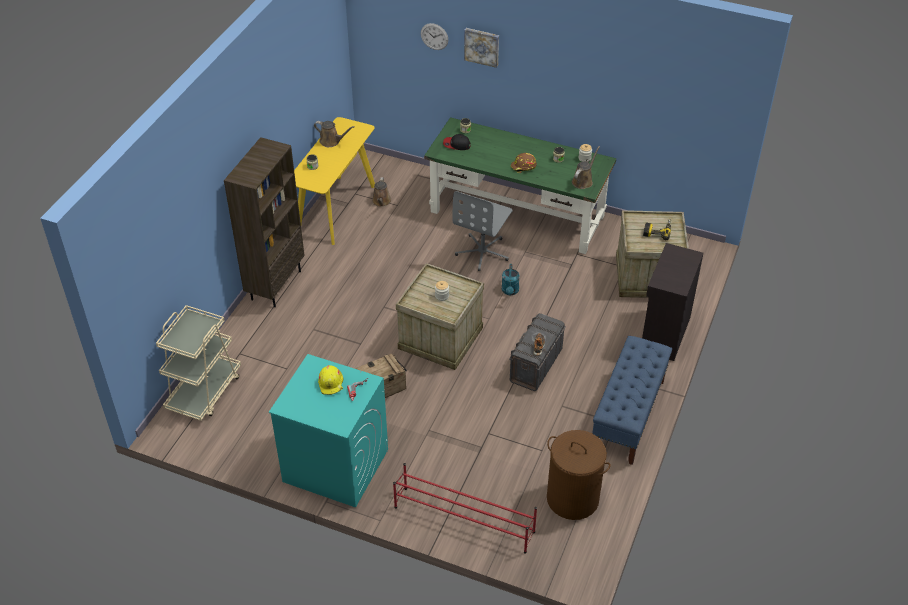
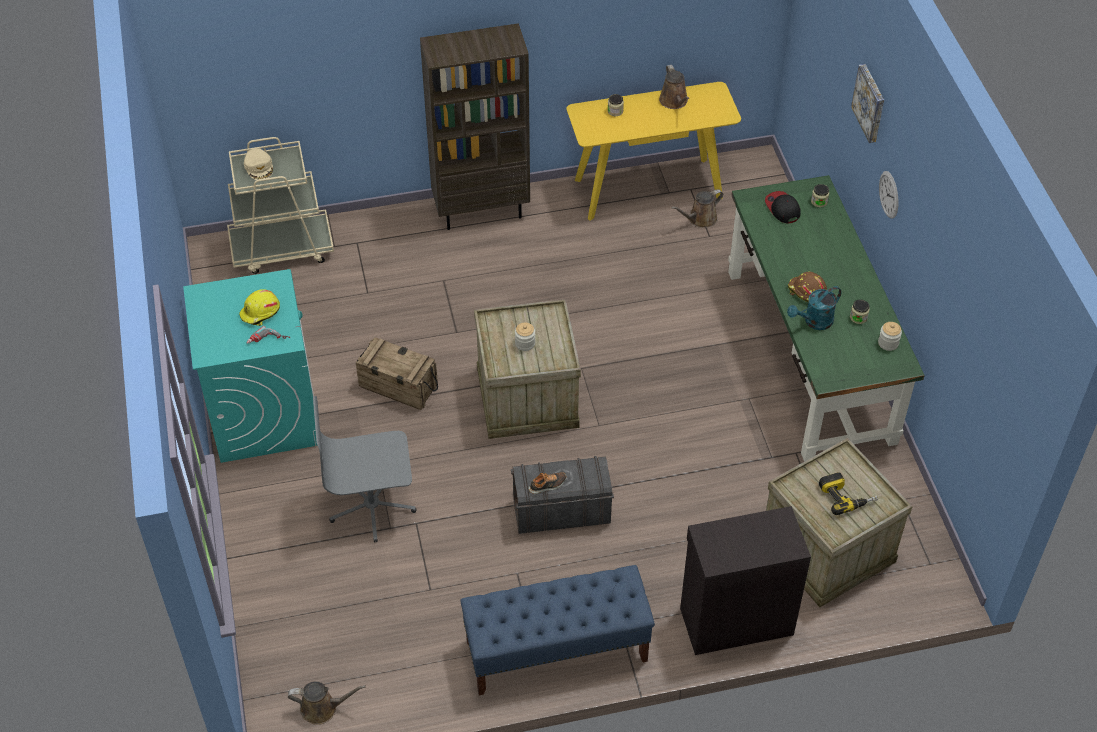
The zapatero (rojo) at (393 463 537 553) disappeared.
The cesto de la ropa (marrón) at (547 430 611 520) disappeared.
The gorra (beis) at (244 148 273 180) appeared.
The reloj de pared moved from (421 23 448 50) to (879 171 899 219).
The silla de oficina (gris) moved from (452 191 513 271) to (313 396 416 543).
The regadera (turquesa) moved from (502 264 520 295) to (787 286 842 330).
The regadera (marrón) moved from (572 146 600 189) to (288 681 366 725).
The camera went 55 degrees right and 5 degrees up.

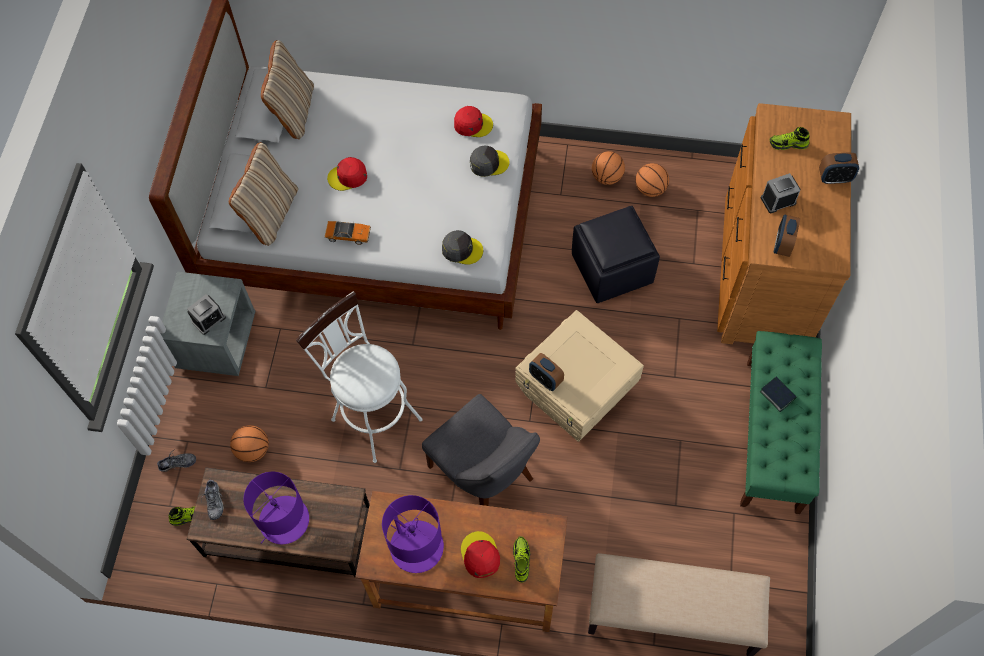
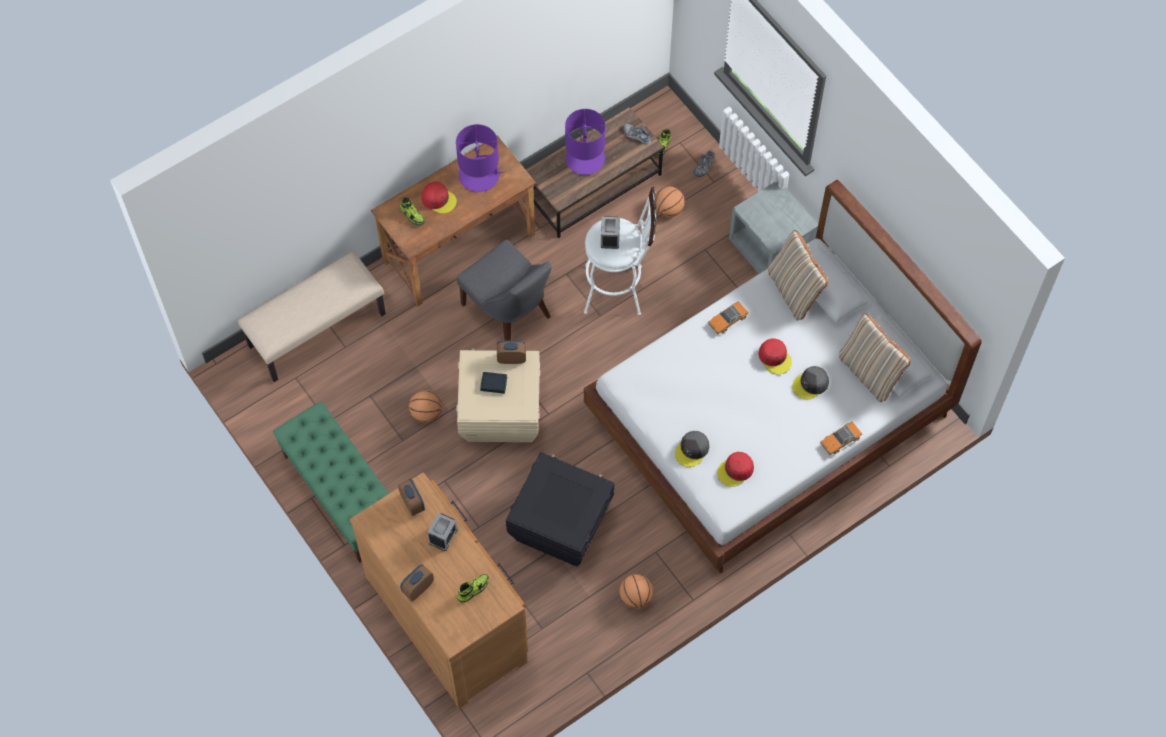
The coche de juguete at (820 421 862 455) appeared.
The despertador moved from (187 294 226 335) to (601 216 620 249).
The gorra (gris) moved from (442 230 483 265) to (792 366 829 399).
The balón de baloncesto moved from (636 163 669 197) to (409 390 442 422).
The libro moved from (760 377 797 412) to (480 372 507 394).
The puf (negro) at (572 206 660 303) was replaced by the caja de almacenaje (negro) at (506 452 614 567).
The gorra (rojo) at (327 157 367 191) turned 120 degrees clockwise.
The silla (gris) at (422 394 540 506) turned 135 degrees counterclockwise.
The camera went 135 degrees right and 0 degrees up.

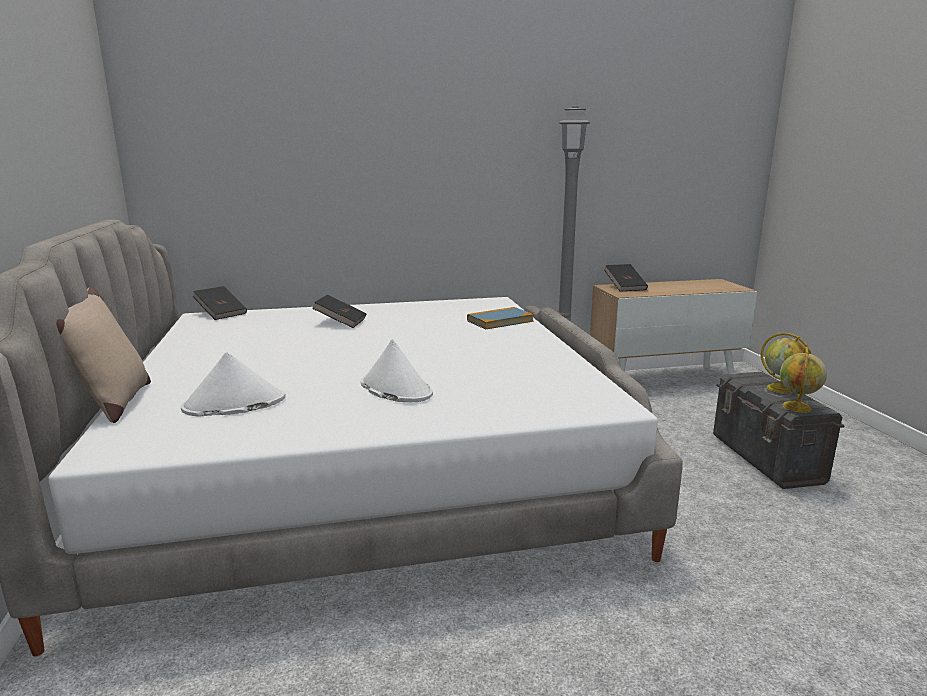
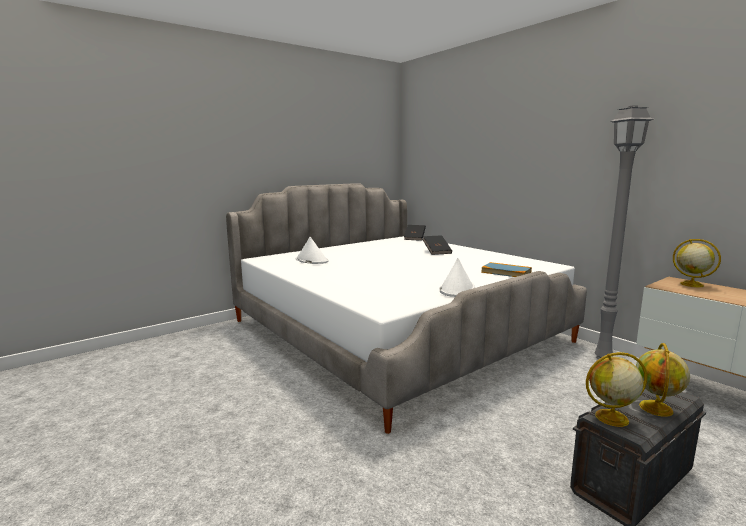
The cojín (beis) at (56 287 151 423) disappeared.
The sombrero (blanco) moved from (361 339 433 402) to (439 258 475 297).
The libro (negro) at (604 264 648 292) was replaced by the globo terráqueo at (673 239 721 287).
The camera went 65 degrees right and 5 degrees down.

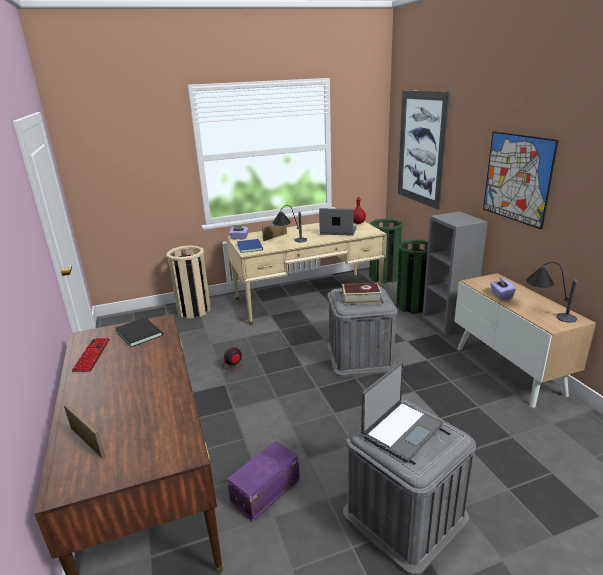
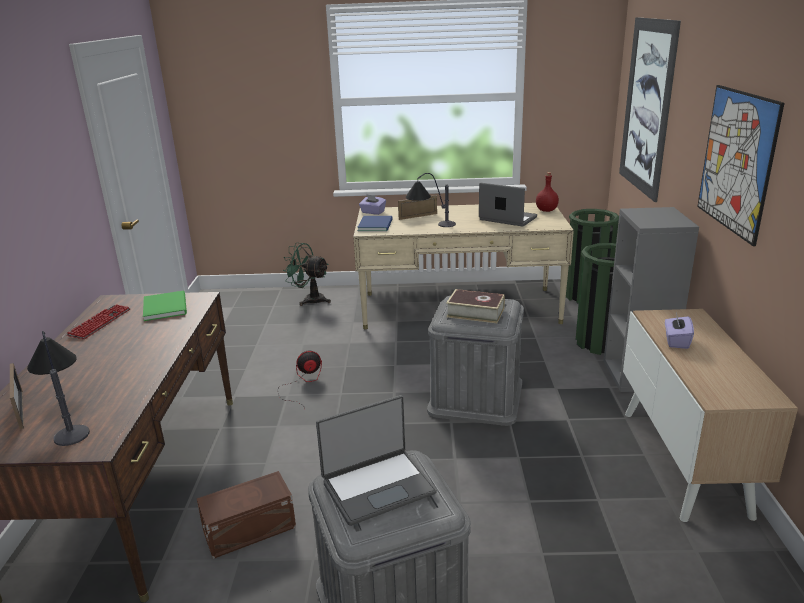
The lámpara de mesa moved from (526 262 577 323) to (27 331 90 446).
The papelera (beis) at (167 245 211 318) was replaced by the ventilador (verde) at (283 242 331 306).
The libro (negro) at (115 317 163 347) became the libro (verde) at (143 291 187 321).
The caja de almacenaje (morado) at (227 441 300 521) became the caja de almacenaje (marrón) at (197 471 296 559).
The camera went 20 degrees right and 0 degrees up.

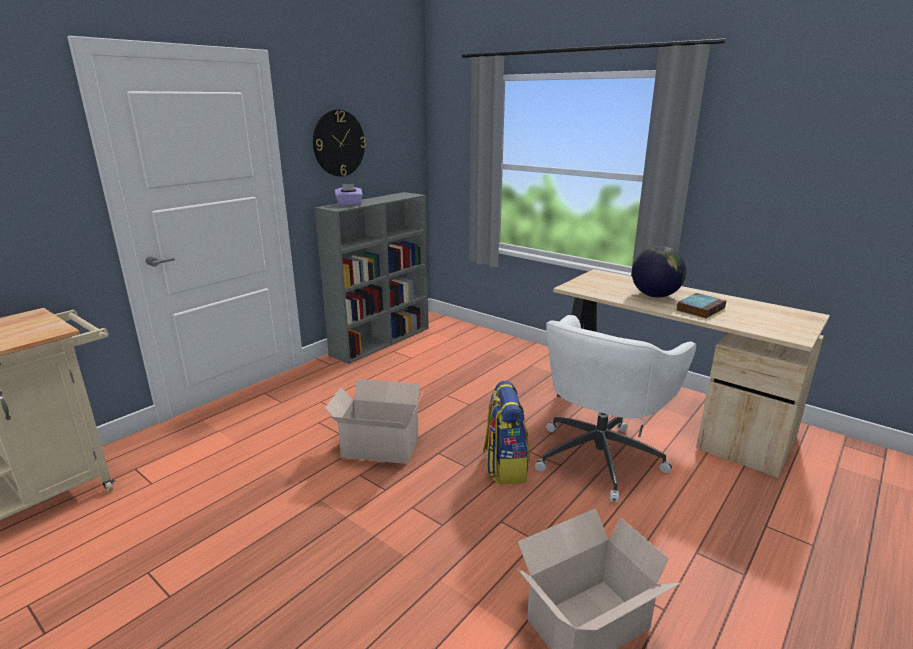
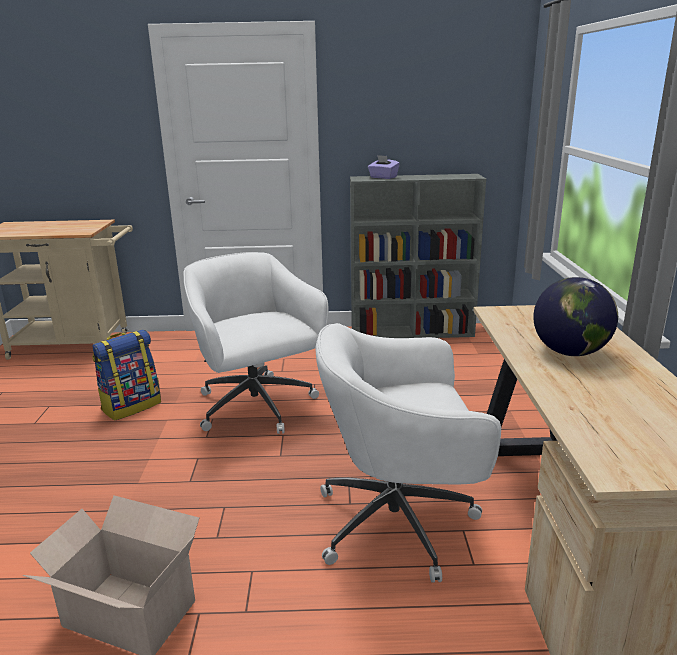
The reloj de pared at (313 109 366 177) disappeared.
The libro at (676 293 726 318) disappeared.
The mochila moved from (483 381 530 484) to (92 330 161 420).
The caja de cartón at (325 379 424 464) was replaced by the silla de oficina (blanco) at (183 252 329 434).
The camera went 50 degrees right and 0 degrees up.

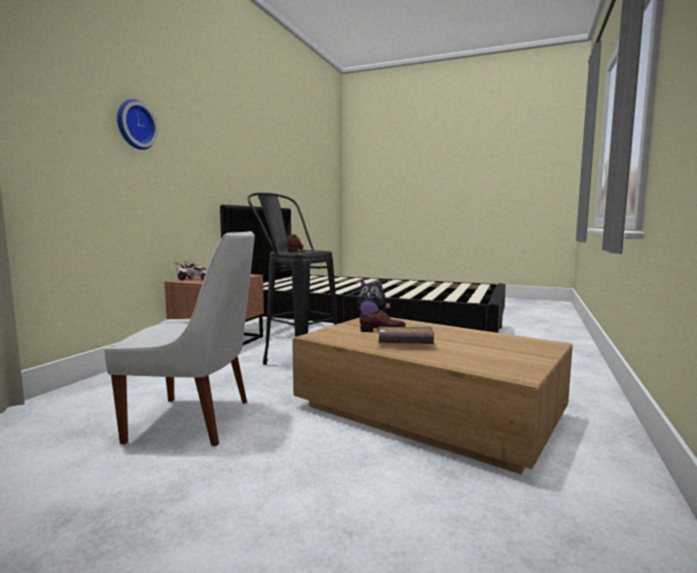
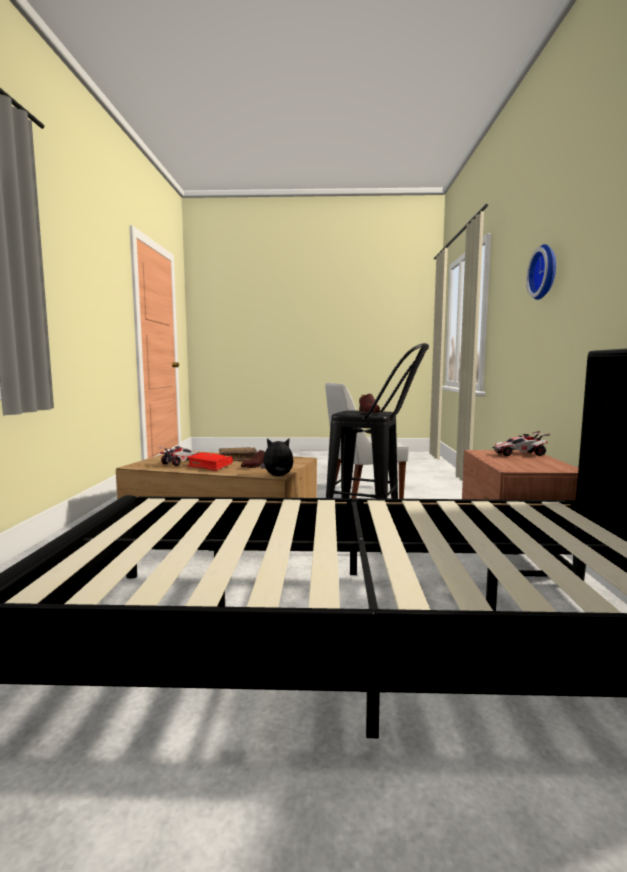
The coche de juguete at (159 446 199 466) appeared.
The libro (rojo) at (186 452 233 471) appeared.
The camera went 160 degrees right and 0 degrees up.

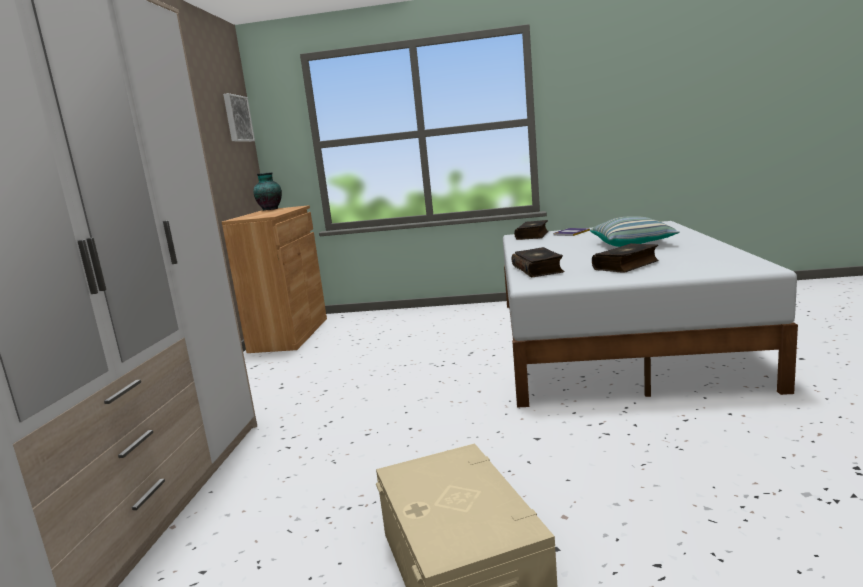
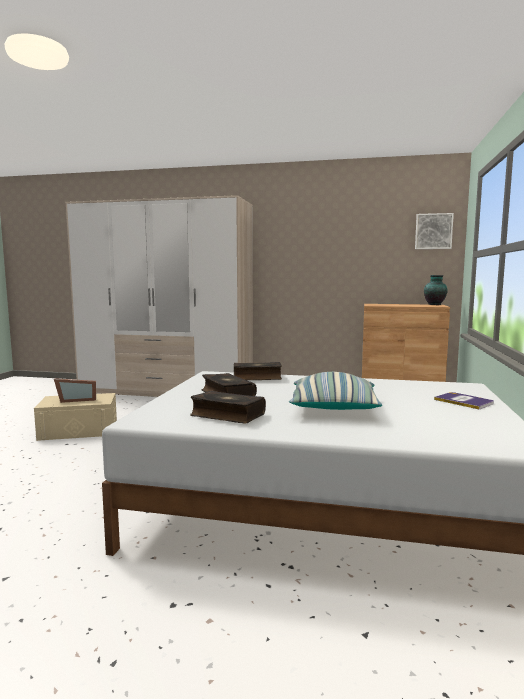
The portarretratos at (54 378 96 403) appeared.
The libro moved from (514 220 548 240) to (190 391 266 424).
The camera went 95 degrees right and 5 degrees down.

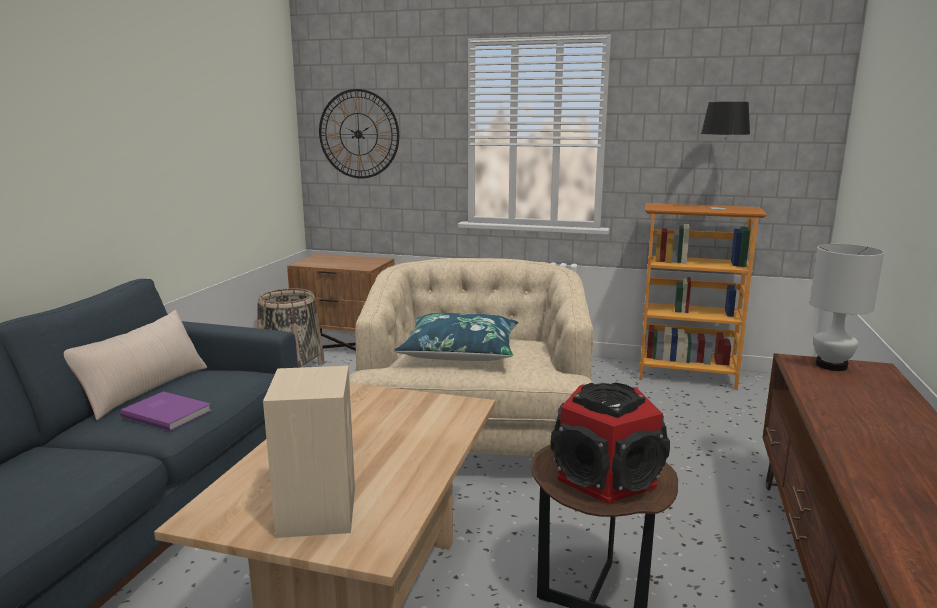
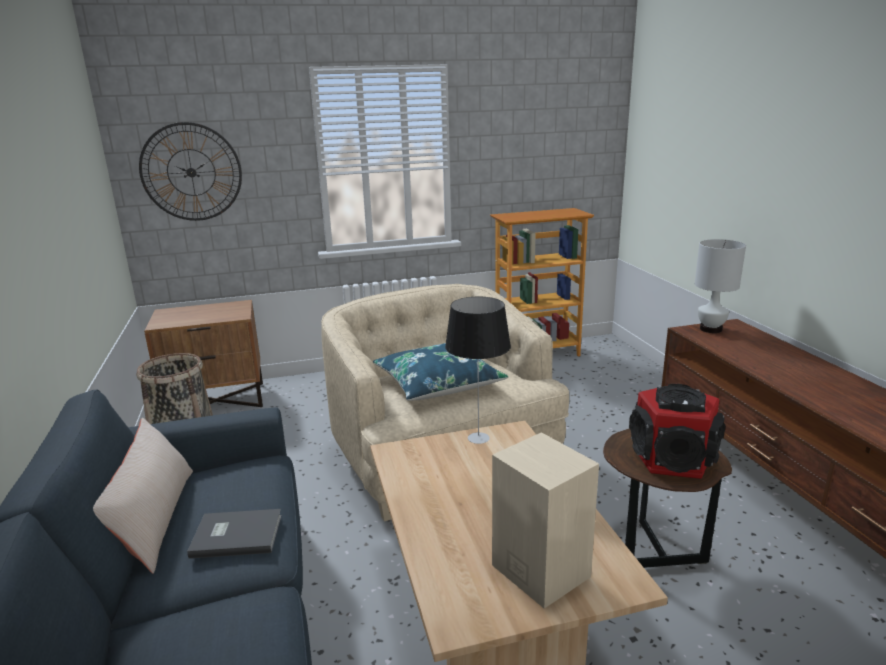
The lámpara de mesa moved from (701 102 750 210) to (445 297 511 444).
The libro (morado) at (120 391 212 431) became the libro (gris) at (187 509 282 559).
The camera went 30 degrees left and 5 degrees up.

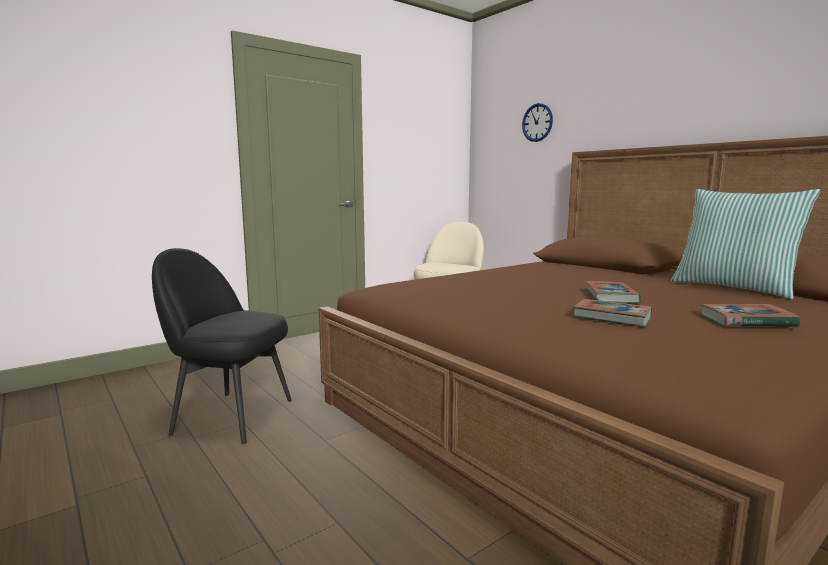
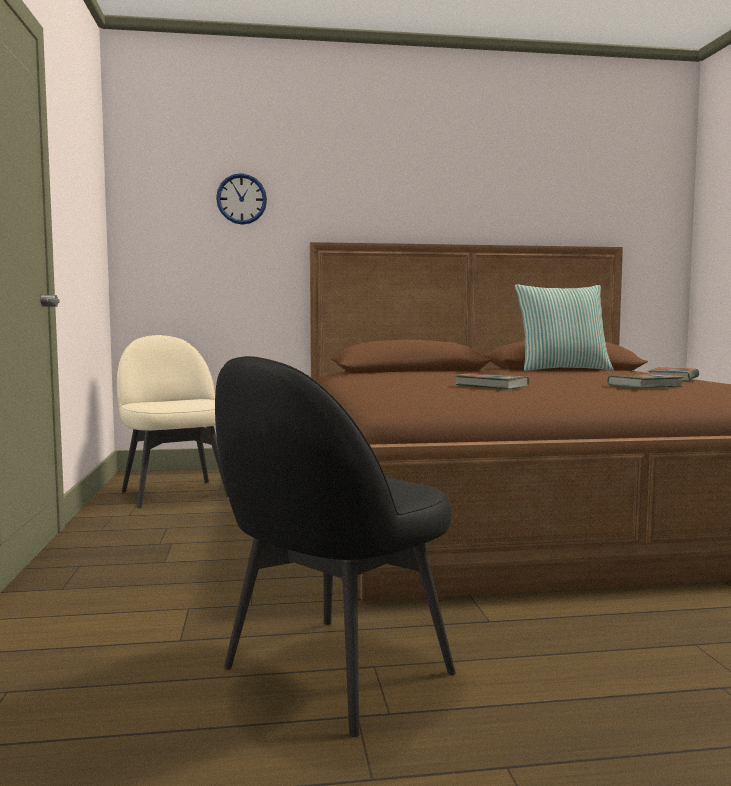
The libro moved from (586 281 641 303) to (455 373 529 389).
The camera went 60 degrees left and 5 degrees down.

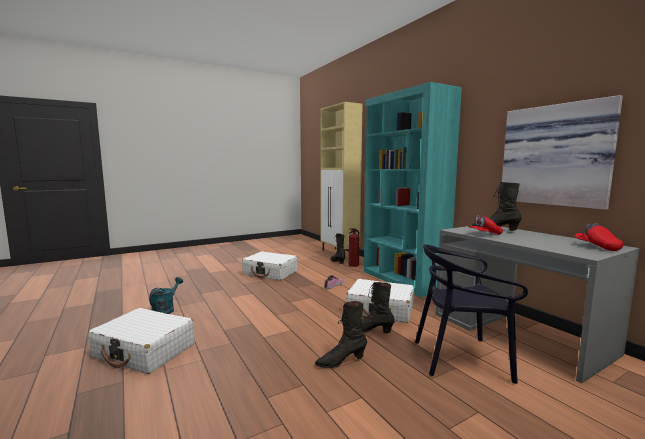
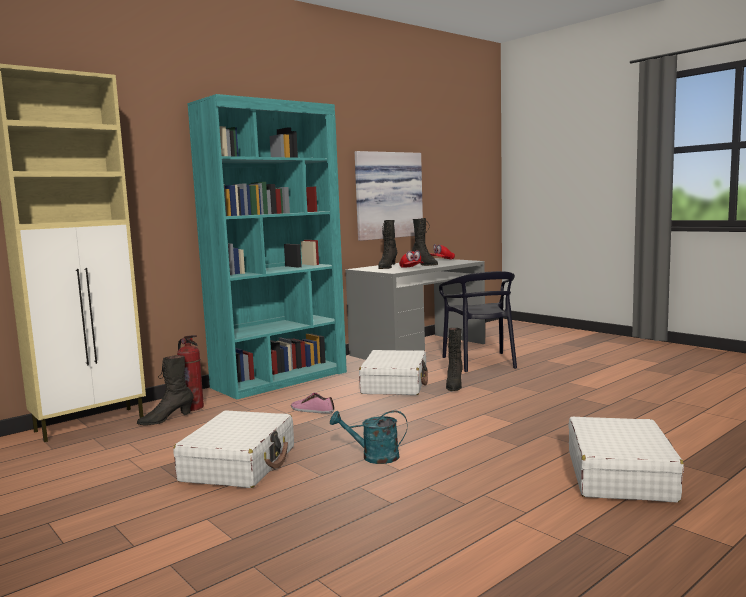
The regadera (turquesa) moved from (149 277 183 314) to (330 410 407 464).
The bota (negro) moved from (315 301 367 368) to (412 218 438 266).
The camera went 100 degrees left and 0 degrees up.

